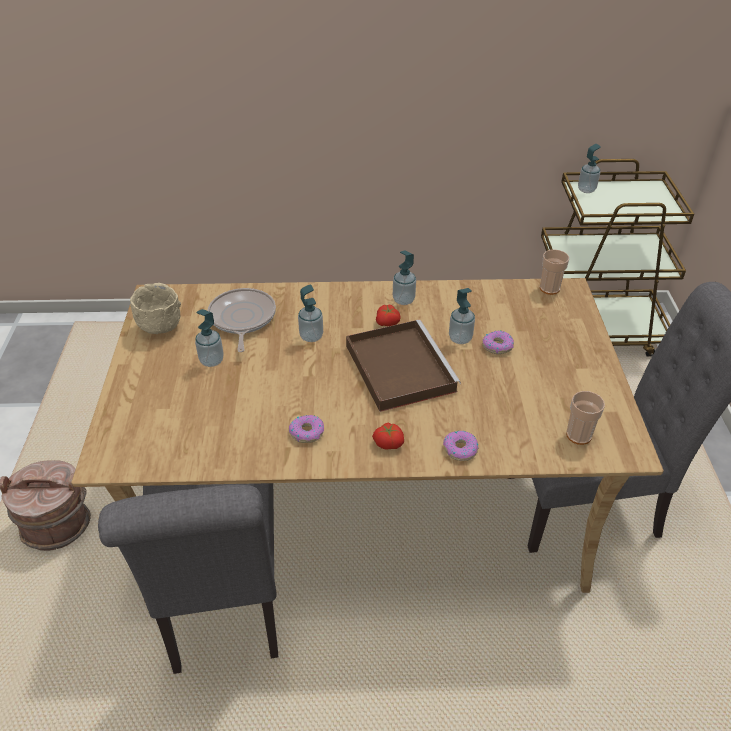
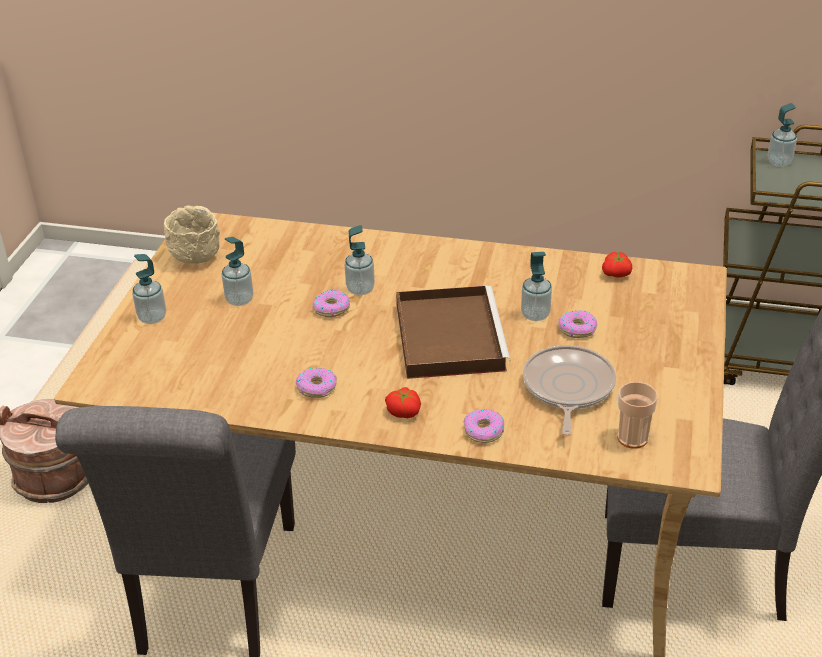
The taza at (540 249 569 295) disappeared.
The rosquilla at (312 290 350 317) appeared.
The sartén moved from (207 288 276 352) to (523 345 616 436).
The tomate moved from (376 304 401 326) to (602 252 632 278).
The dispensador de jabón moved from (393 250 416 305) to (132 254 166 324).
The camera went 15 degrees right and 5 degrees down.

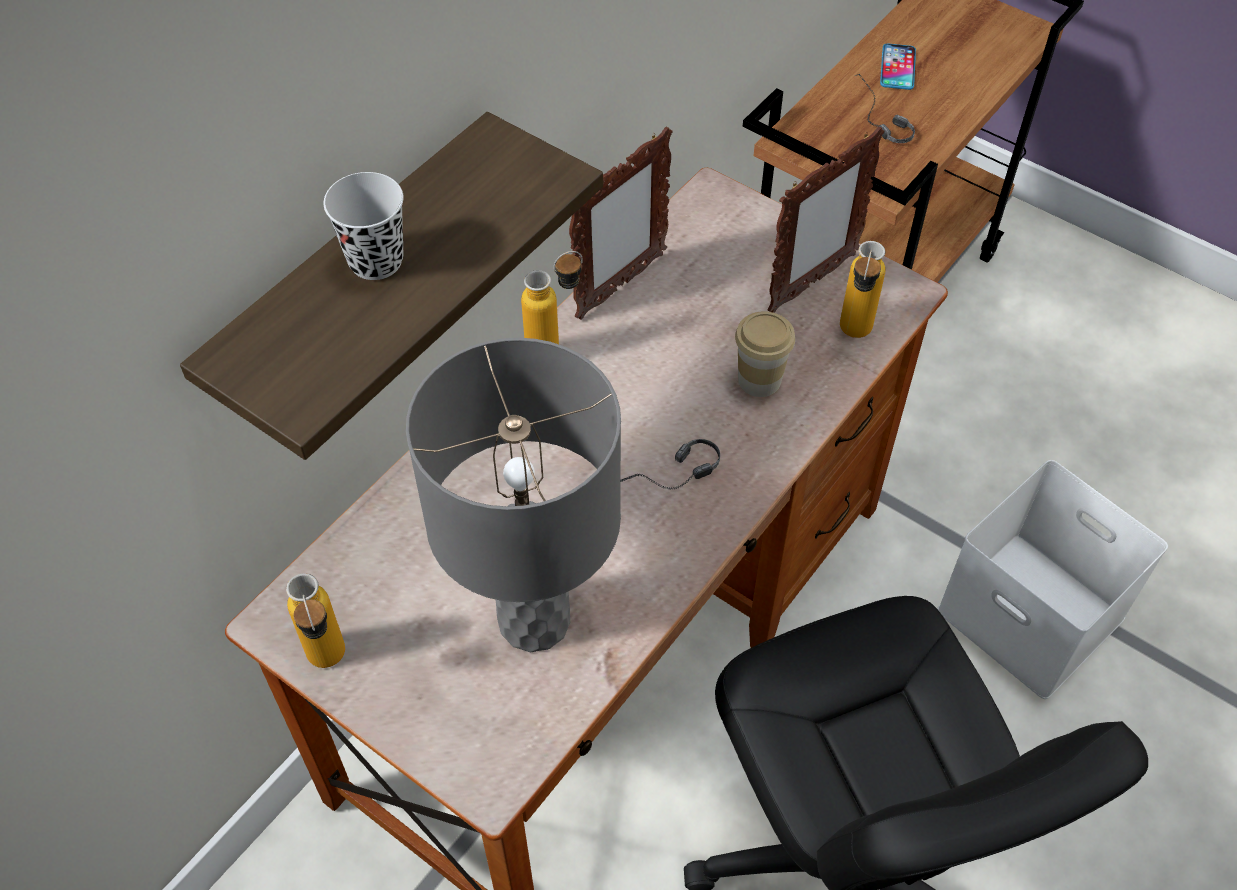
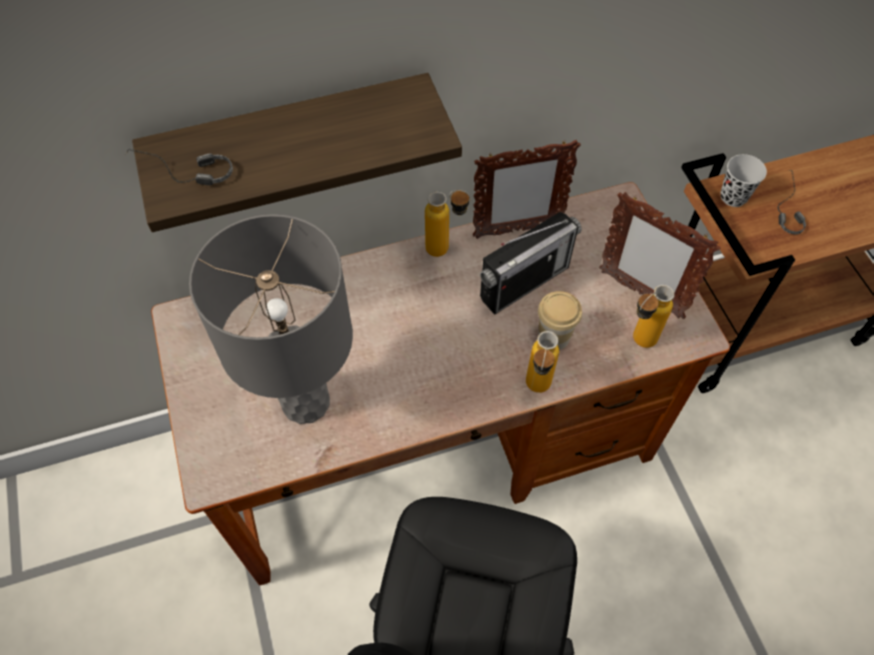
The móvil at (880 43 916 90) disappeared.
The caja de almacenaje (blanco) at (937 460 1168 699) disappeared.
The radio at (480 212 582 315) appeared.
The botella moved from (286 573 345 668) to (526 331 559 393).
The taza (negro) moved from (324 172 404 280) to (721 154 767 207).
The auriculares moved from (621 439 720 490) to (126 149 233 185).
The portarretratos at (767 126 884 313) turned 45 degrees clockwise.
The camera went 35 degrees right and 5 degrees up.

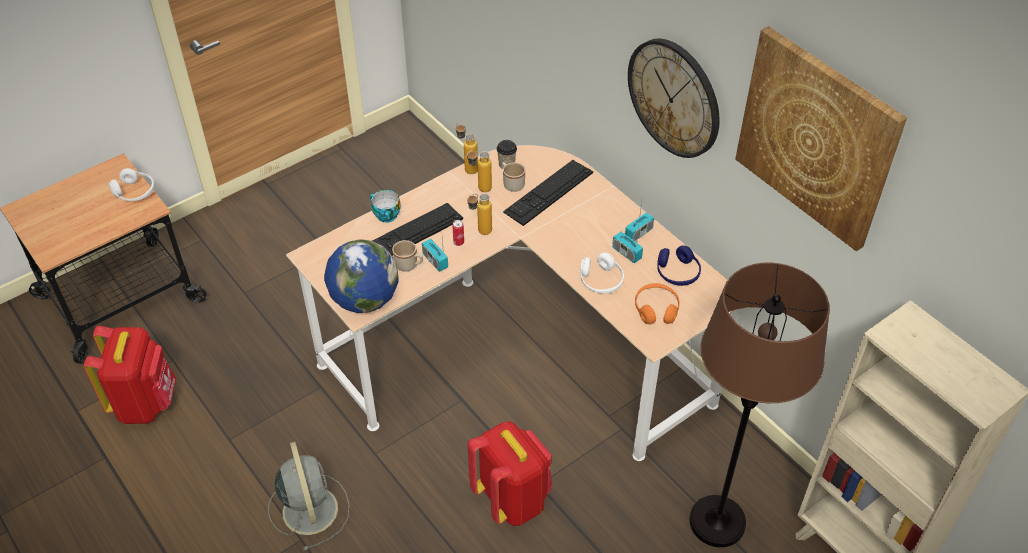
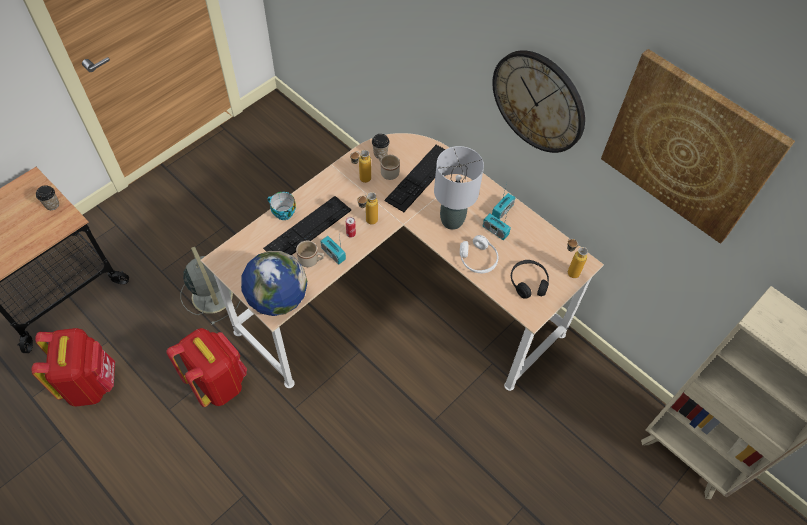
The auriculares (azul) at (657 245 701 286) disappeared.
The lámpara de pie (marrón) at (689 262 830 547) disappeared.
The lámpara de mesa (gris) at (434 146 484 230) appeared.
The ventilador (gris) moved from (268 442 350 551) to (180 247 240 325).
The botella moved from (456 123 478 174) to (567 239 588 278).
The mochila (rojo) moved from (468 421 552 526) to (167 328 247 407).
The auriculares (blanco) at (109 168 154 201) was replaced by the taza at (36 185 59 210).
The auriculares (naranja) at (635 283 679 324) became the auriculares (negro) at (511 260 549 299).
The camera went 10 degrees left and 10 degrees up.

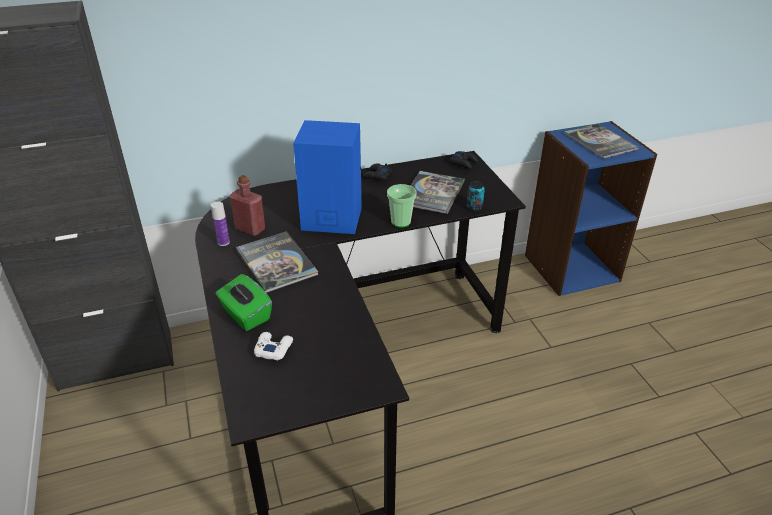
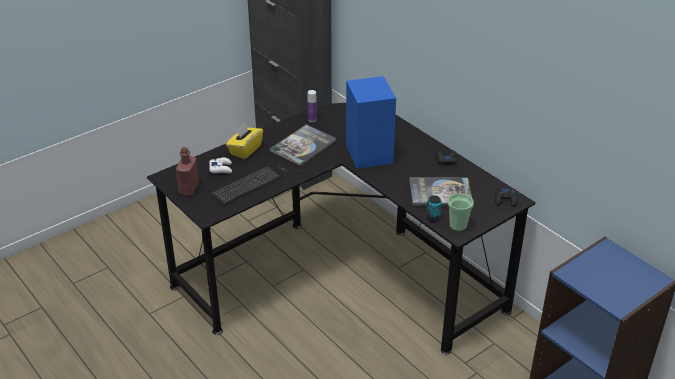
The libro at (564 123 639 159) disappeared.
The teclado at (211 165 303 205) appeared.
The botella (rojo) moved from (230 175 265 236) to (176 147 199 196).
The taza moved from (387 184 417 227) to (448 194 474 231).
The caja de pañuelos (verde) at (216 274 272 331) became the caja de pañuelos (amarillo) at (226 122 263 159).
The camera went 70 degrees right and 0 degrees up.

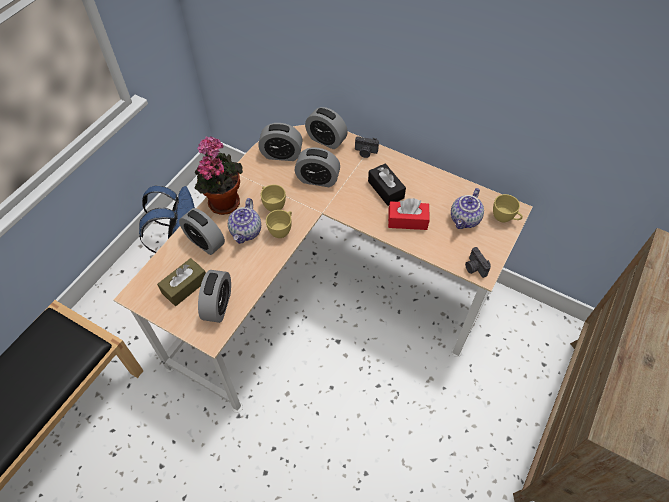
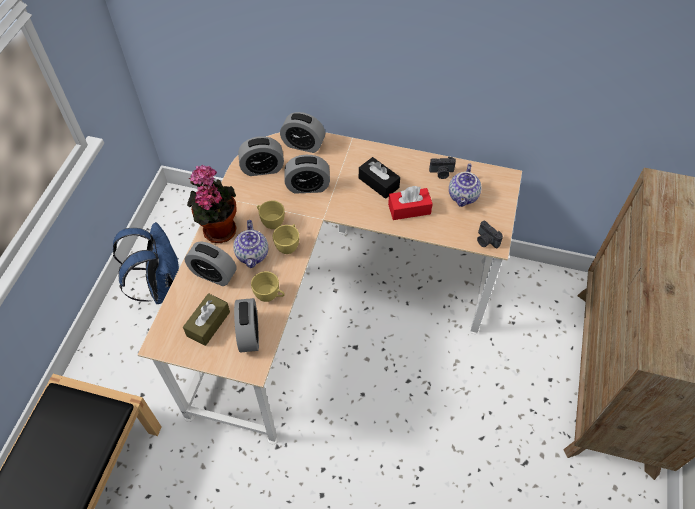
The cámara moved from (355 136 379 158) to (429 157 456 179).
The taza (amarillo) moved from (493 194 523 222) to (251 271 285 302).
The camera went 15 degrees left and 0 degrees up.

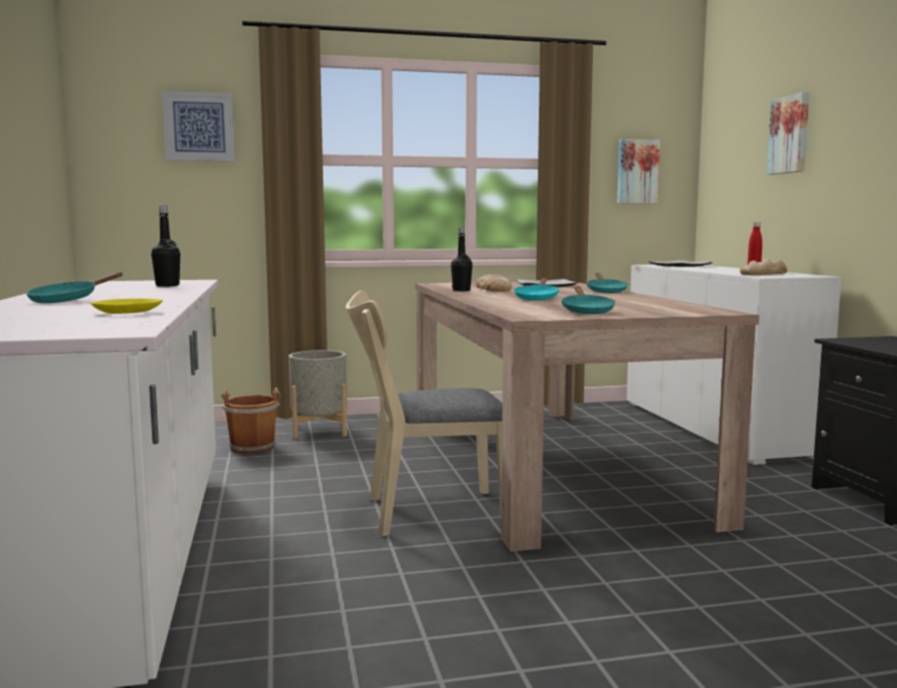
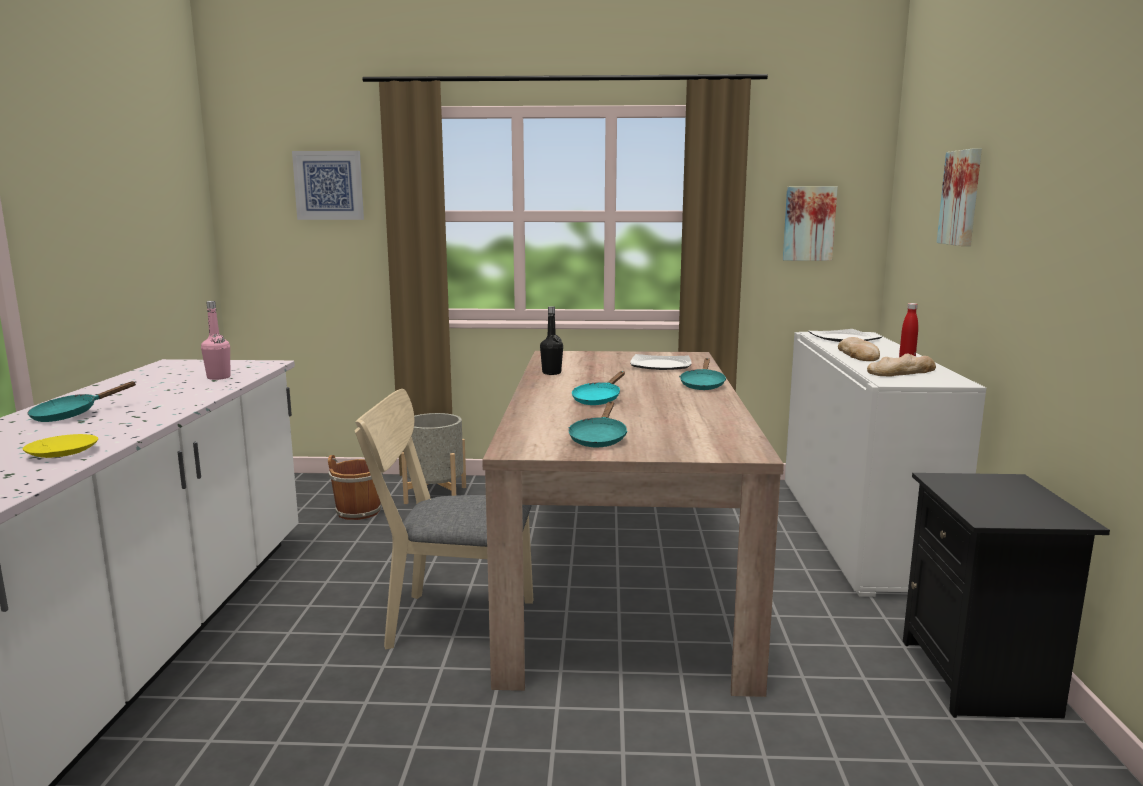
The pan moved from (476 274 512 292) to (838 337 880 361).
The botella (negro) at (151 206 180 287) became the botella (rosa) at (201 301 230 380).
The camera went 15 degrees right and 5 degrees up.

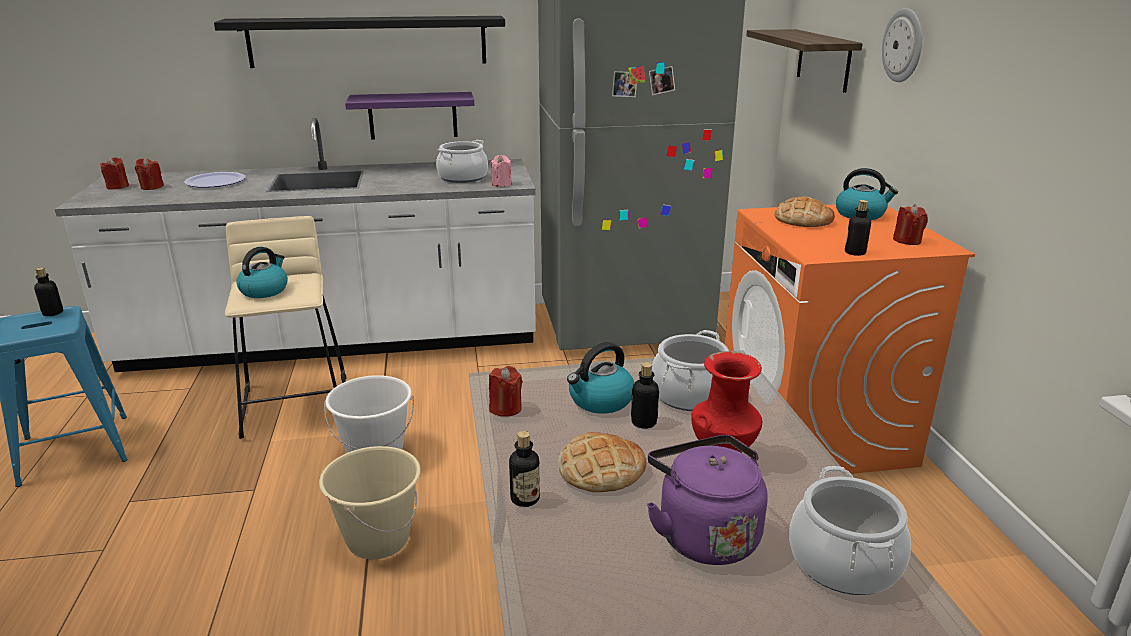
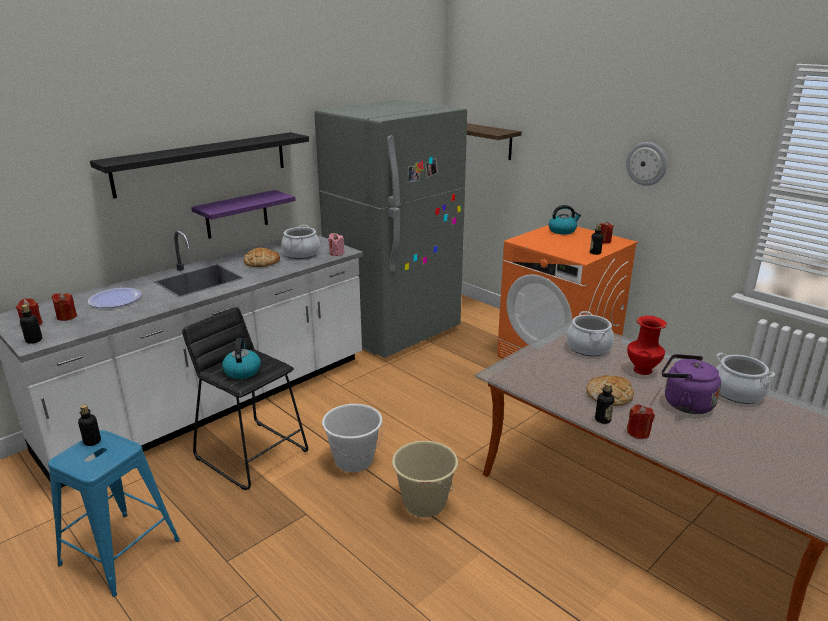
The hervidor at (567 342 634 414) disappeared.
The vela (rojo) moved from (489 366 523 417) to (627 404 655 439).
The botella moved from (631 362 659 429) to (20 304 42 344).
The pan moved from (775 196 835 227) to (243 247 280 267).
The reloj de pared moved from (882 8 922 82) to (626 142 667 186).
The taburete (beis) at (225 216 346 439) became the taburete (negro) at (182 307 308 490).
The camera went 35 degrees left and 0 degrees up.

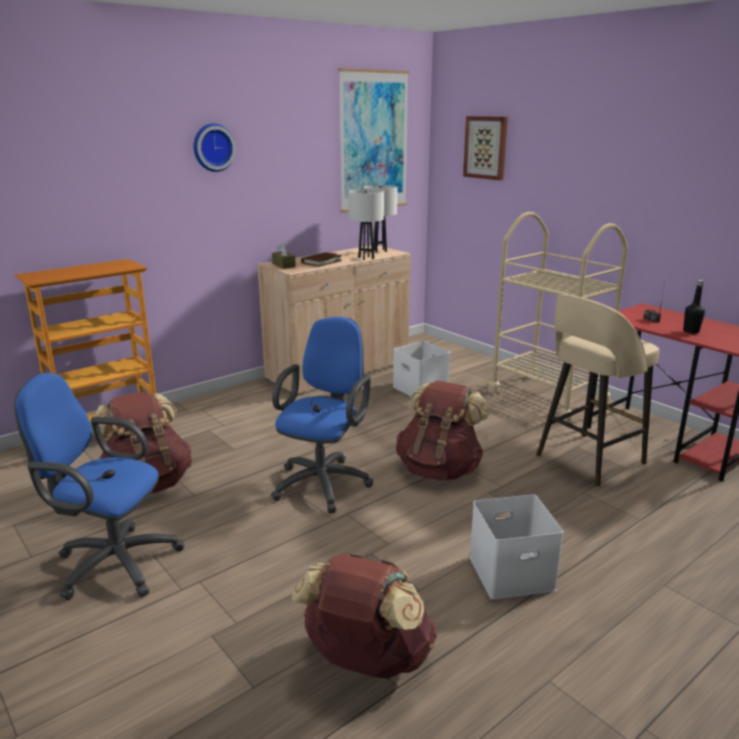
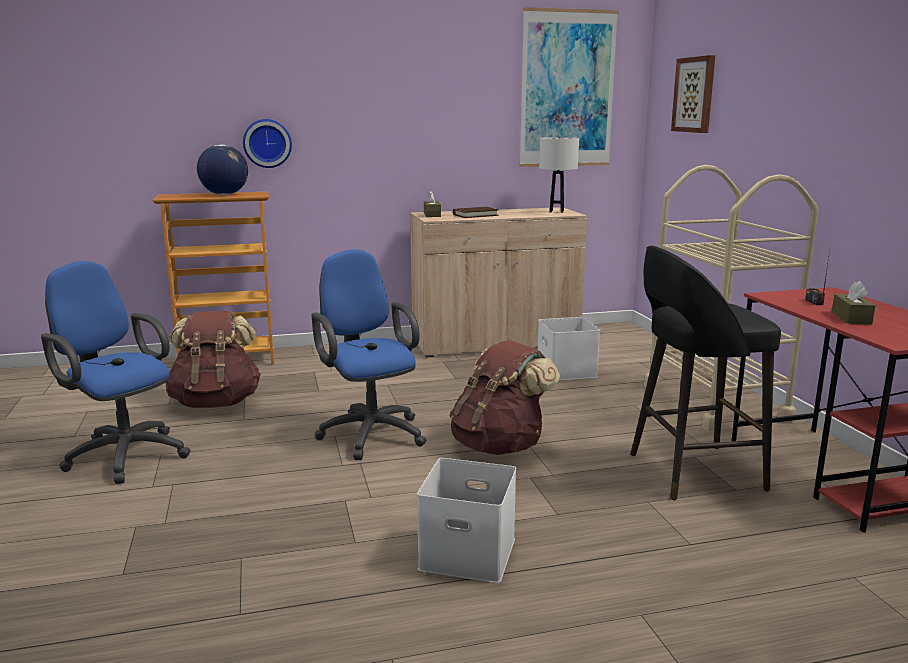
The mochila (marrón) at (292 553 437 679) disappeared.
The lámpara de mesa (blanco) at (348 189 384 260) disappeared.
The globo terráqueo at (197 145 248 195) appeared.
The reloj de pared moved from (194 123 236 172) to (243 119 292 168).
The botella (negro) at (683 280 705 334) was replaced by the caja de pañuelos (marrón) at (832 281 876 324).
The taburete (beis) at (536 294 659 487) became the taburete (negro) at (630 246 781 500).
The silla de oficina (azul) at (271 317 373 513) turned 75 degrees counterclockwise.
The camera went 25 degrees right and 5 degrees down.

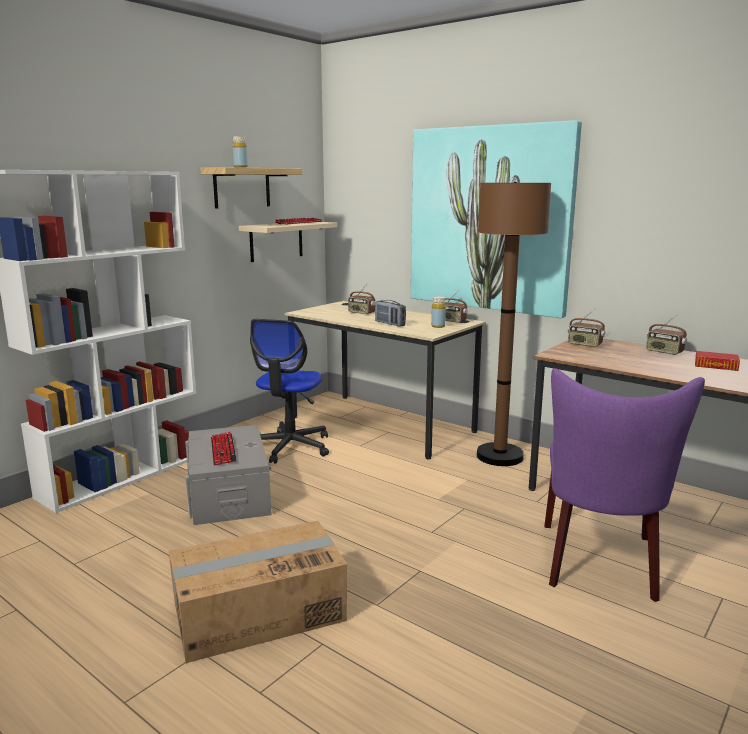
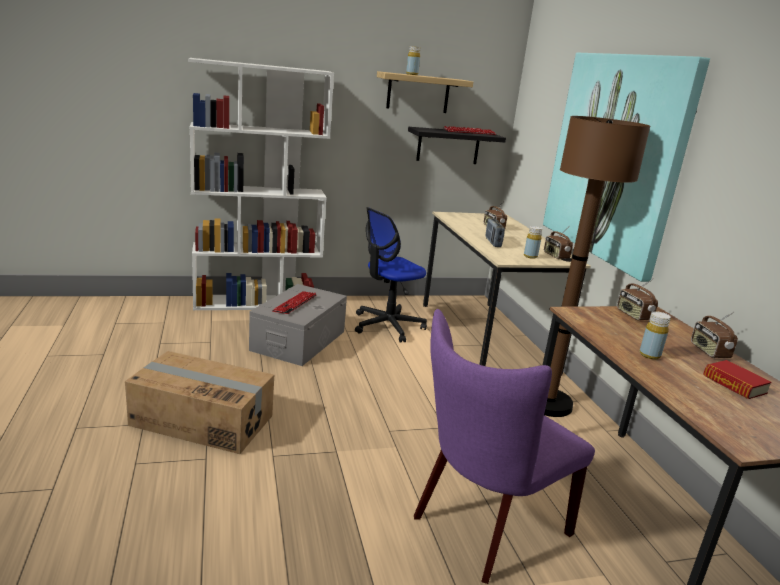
The botella (amarillo) at (639 311 671 360) appeared.
The estante (beis) at (239 222 337 262) became the estante (negro) at (408 127 506 164).
The camera went 35 degrees right and 5 degrees up.

